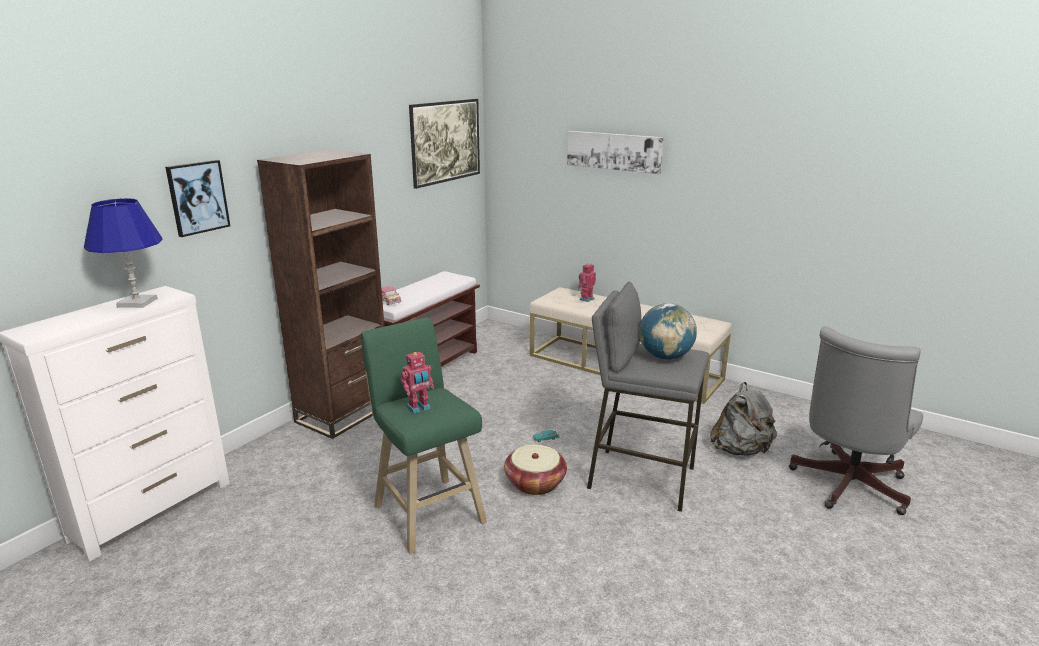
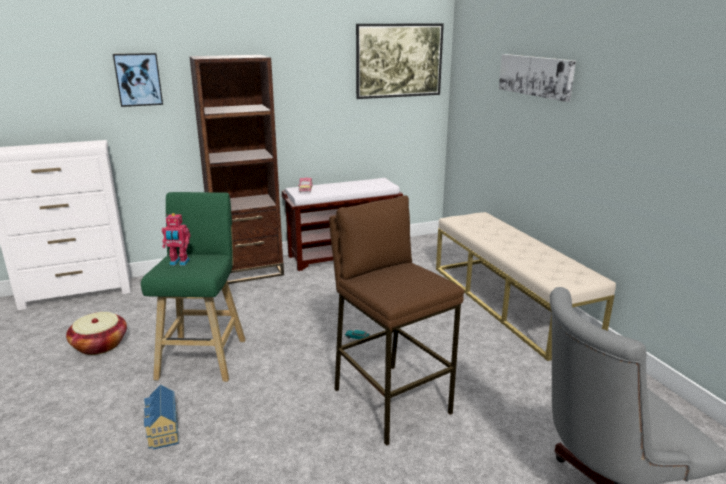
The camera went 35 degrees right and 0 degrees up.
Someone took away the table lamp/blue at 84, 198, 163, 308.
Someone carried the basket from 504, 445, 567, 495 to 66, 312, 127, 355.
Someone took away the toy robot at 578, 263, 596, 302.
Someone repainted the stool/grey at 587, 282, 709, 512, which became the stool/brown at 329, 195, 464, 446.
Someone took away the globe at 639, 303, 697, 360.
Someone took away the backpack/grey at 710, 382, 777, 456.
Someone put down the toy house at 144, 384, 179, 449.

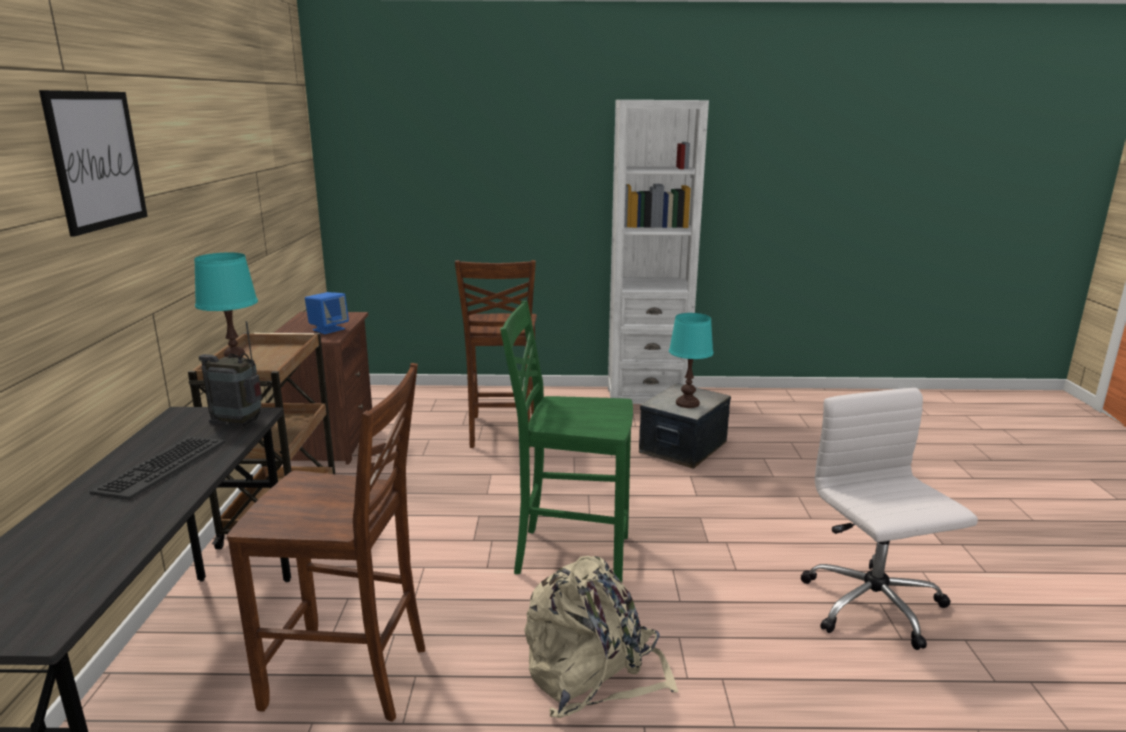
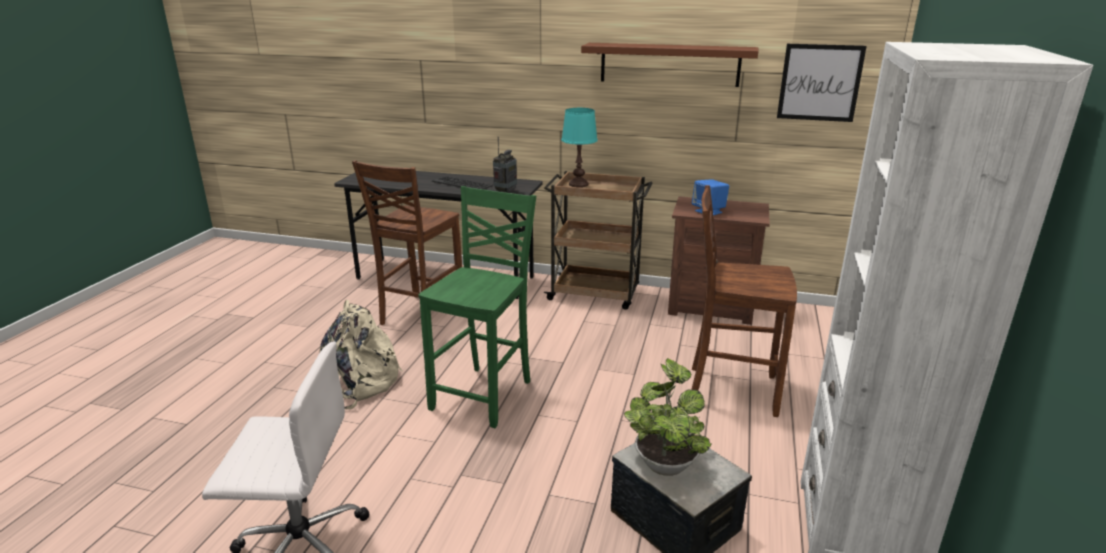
The camera went 105 degrees right and 5 degrees up.
Someone carried the picture from 39, 90, 148, 237 to 777, 44, 867, 122.
Someone swapped the table lamp/turquoise at 669, 313, 713, 408 for the potted plant at 624, 358, 712, 476.
Someone put up the shelf/brown at 581, 43, 758, 87.

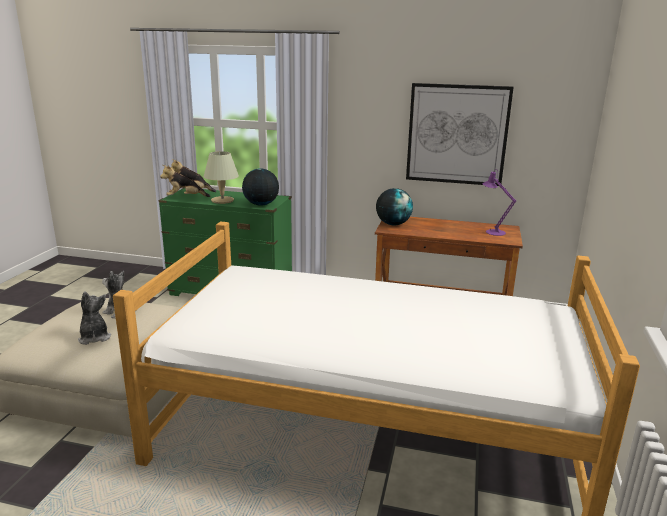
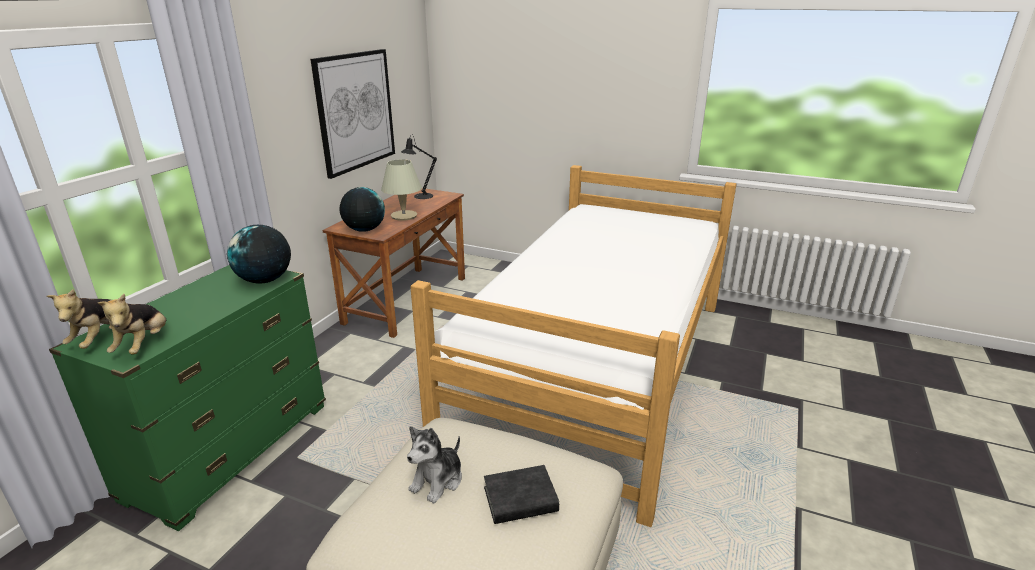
The camera went 80 degrees left and 5 degrees up.
Someone swapped the plush toy at 78, 291, 111, 345 for the book/black at 484, 465, 559, 524.
Someone carried the table lamp/beige from 204, 151, 239, 204 to 381, 159, 422, 221.
Someone repainted the table lamp/purple at 483, 169, 516, 236, which became the table lamp/black at 401, 134, 437, 199.

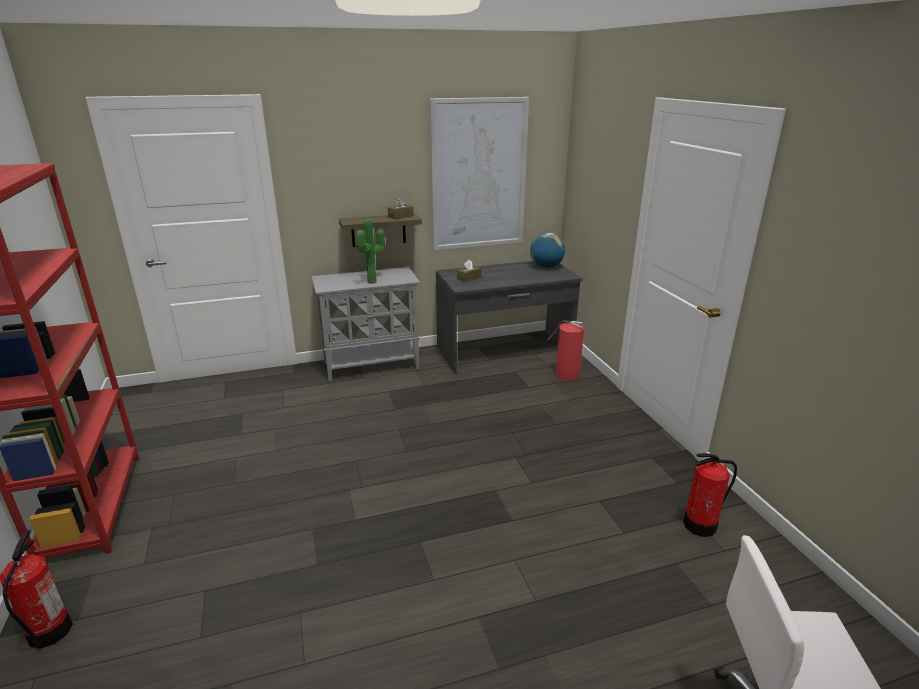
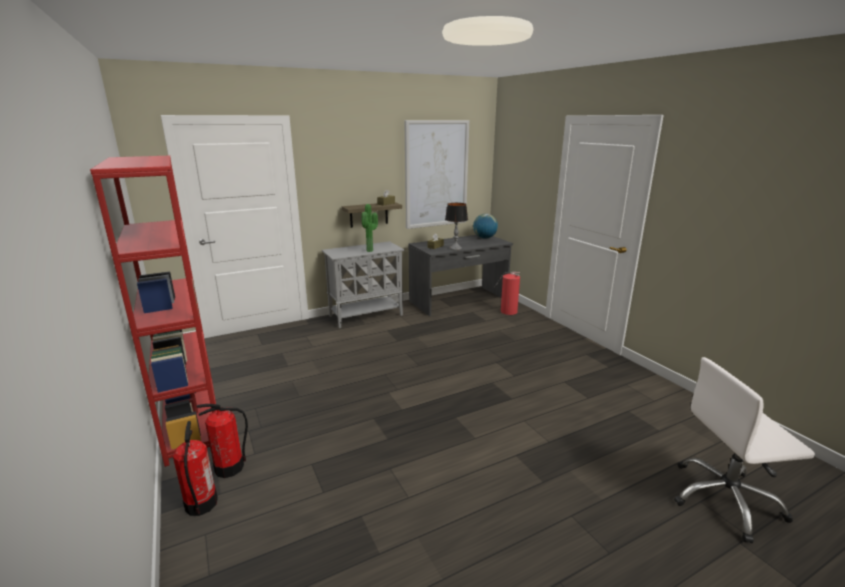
The camera went 10 degrees left and 5 degrees down.
Someone carried the fire extinguisher from 683, 453, 737, 537 to 196, 404, 248, 478.
Someone put down the table lamp at 445, 203, 468, 250.

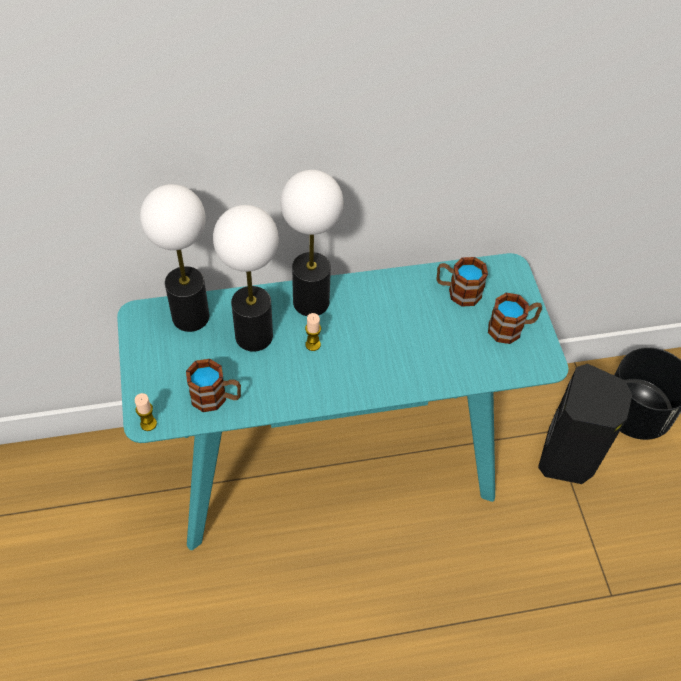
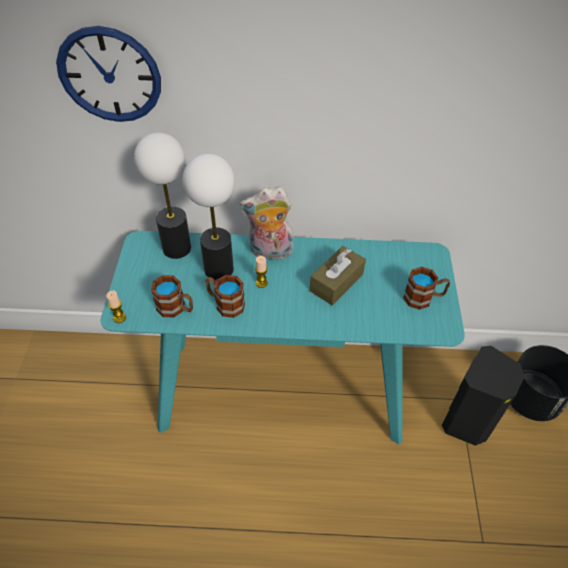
The camera went 15 degrees right and 5 degrees down.
Someone swapped the table lamp at 280, 170, 343, 316 for the plush toy at 240, 187, 293, 260.
Someone carried the mug from 437, 257, 488, 307 to 205, 275, 245, 318.
Someone put up the wall clock at 56, 26, 161, 122.
Someone put down the tissue box/brown at 310, 246, 366, 305.

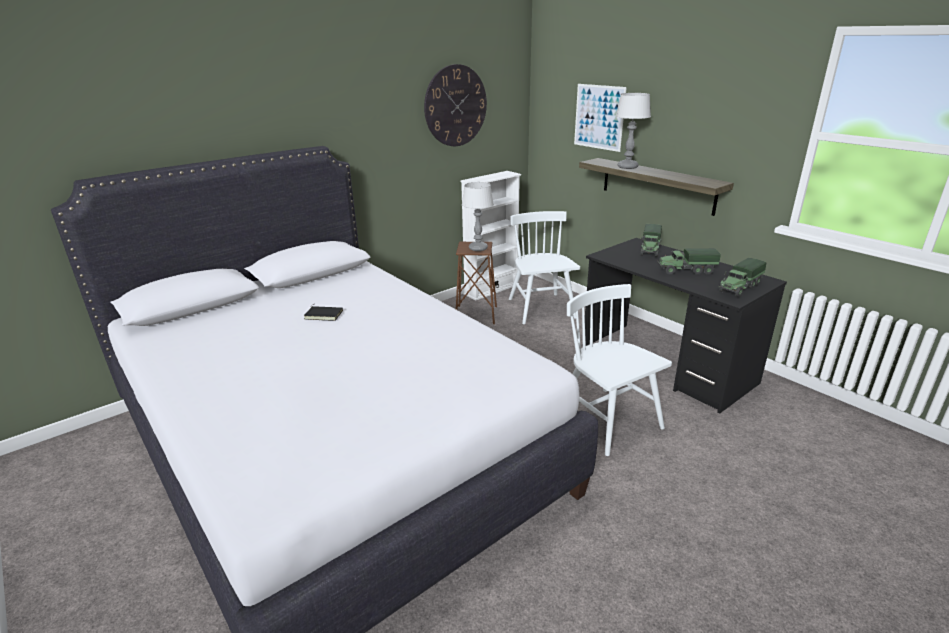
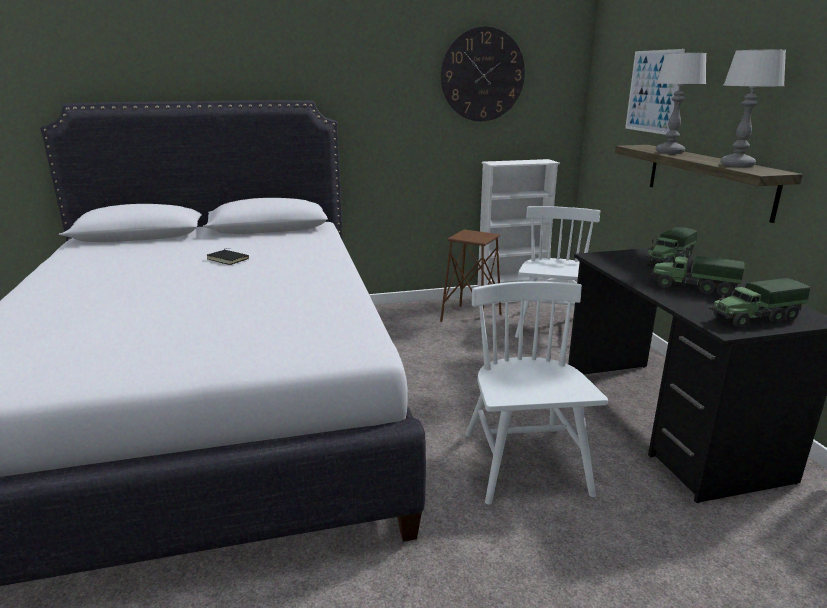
The camera went 25 degrees right and 5 degrees down.
Someone carried the table lamp from 462, 182, 494, 251 to 720, 50, 786, 168.

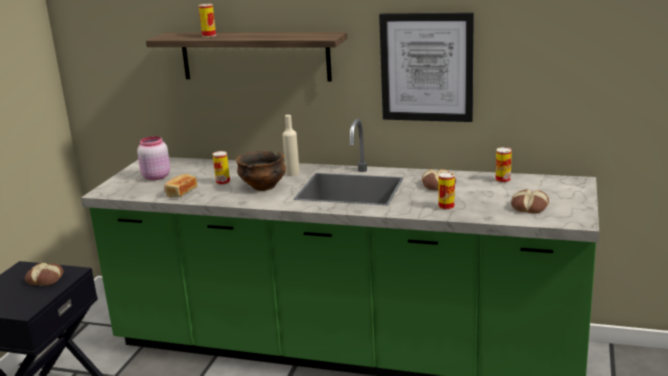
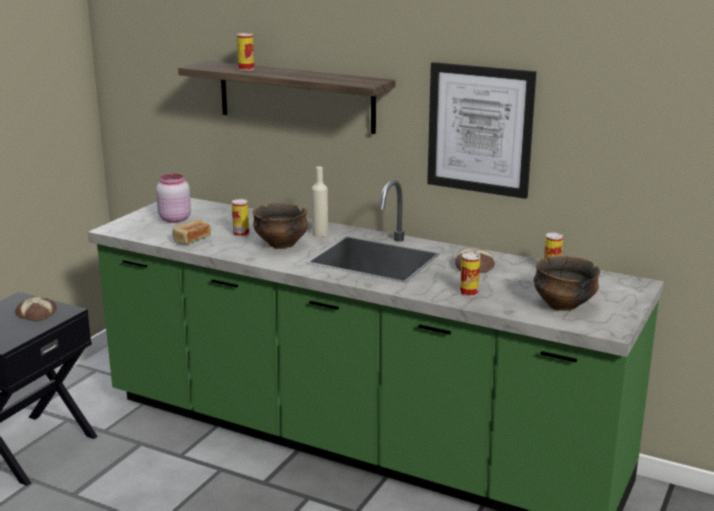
The camera went 10 degrees right and 0 degrees up.
Someone swapped the bread at 511, 189, 549, 214 for the bowl at 533, 256, 600, 311.

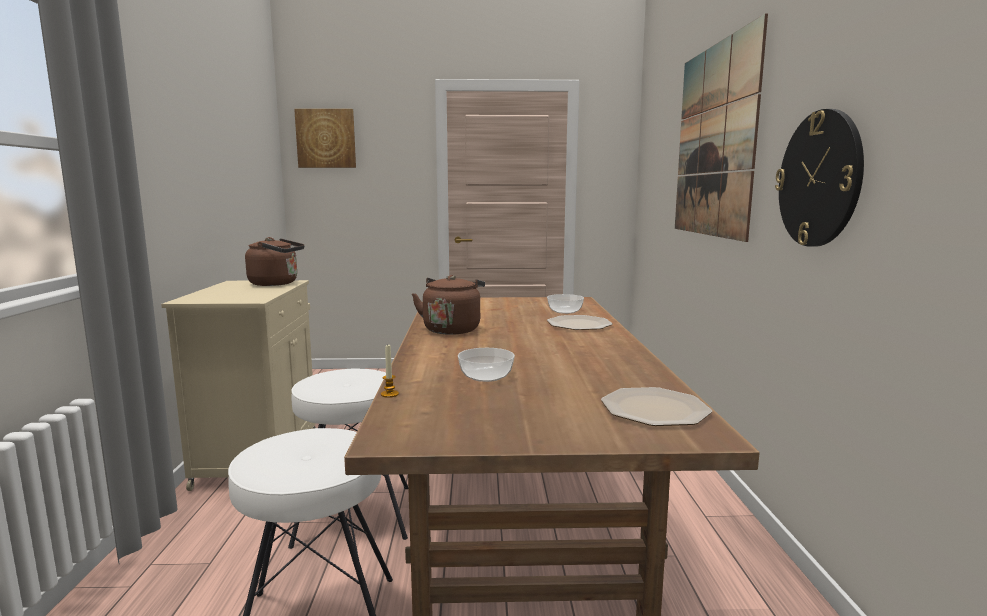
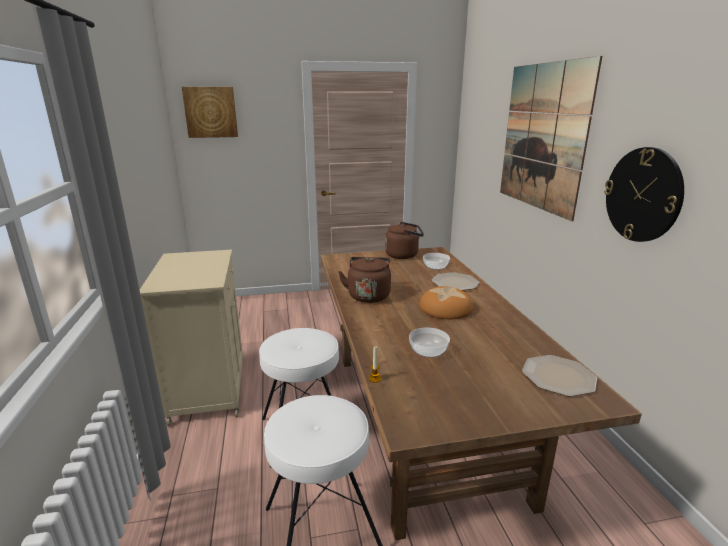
The camera went 10 degrees left and 10 degrees up.
Someone carried the kettle/brown from 245, 237, 305, 286 to 385, 222, 424, 259.
Someone put down the bread at 419, 286, 473, 319.

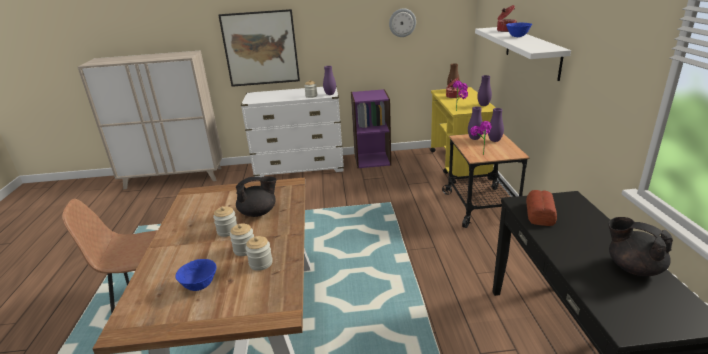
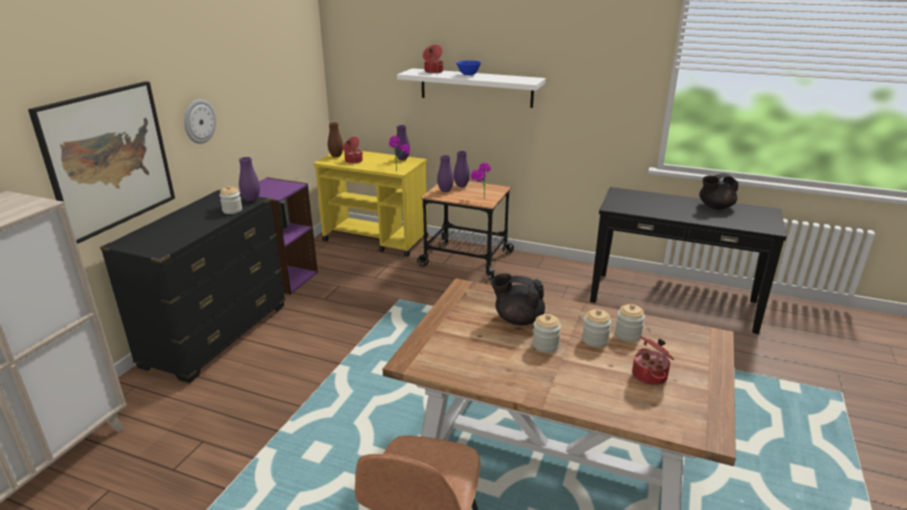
The camera went 65 degrees left and 0 degrees up.
Someone swapped the bowl/blue at 175, 259, 216, 291 for the cooking pot at 632, 336, 674, 385.
Someone rotated the teapot/black at 236, 176, 277, 217 by 75 degrees counterclockwise.
Someone repainted the dresser/white at 241, 85, 344, 177, which became the dresser/black at 100, 190, 286, 383.
Someone carried the wall clock from 389, 8, 416, 37 to 184, 99, 216, 144.
Someone took away the bread at 526, 190, 557, 226.

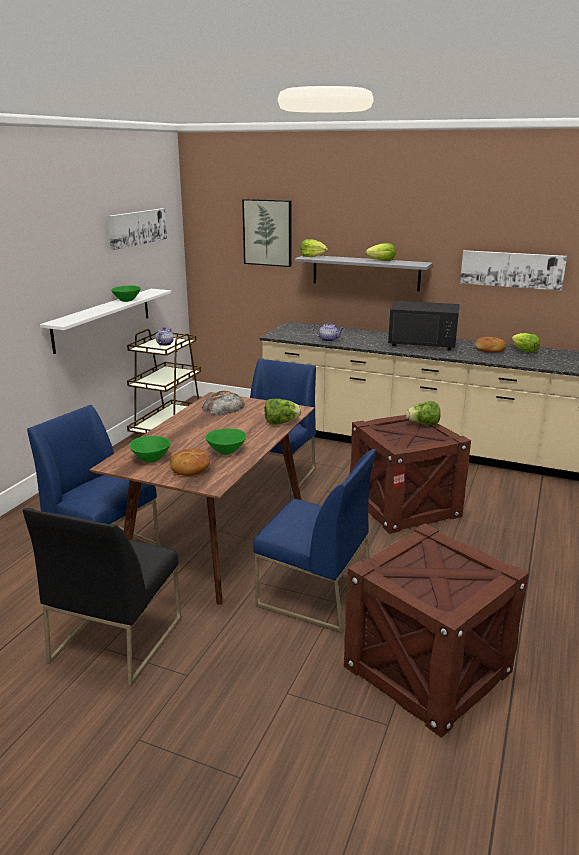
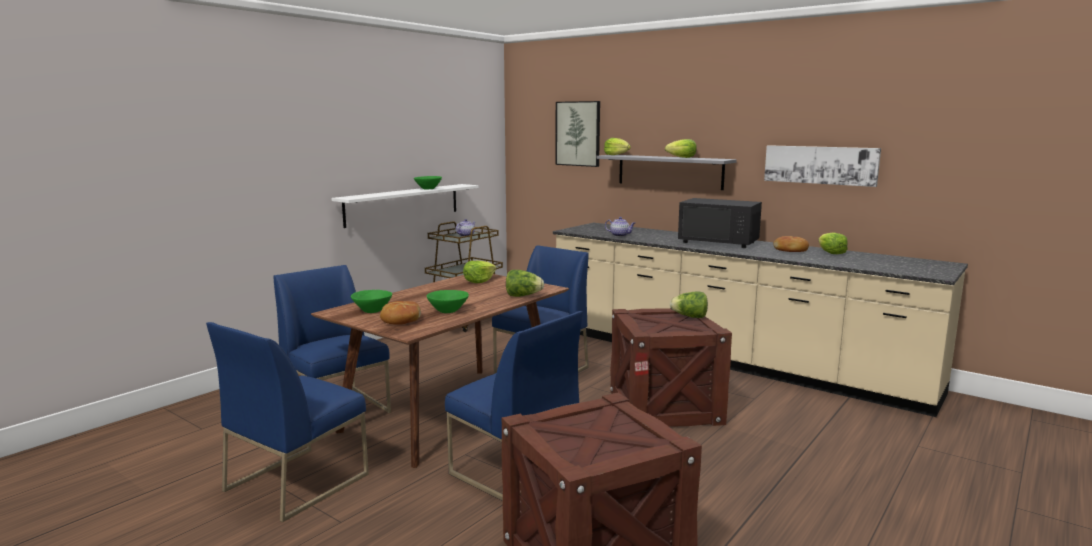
The camera went 15 degrees right and 10 degrees down.
Someone repainted the chair/black at 23, 508, 181, 686, which became the chair/blue at 206, 322, 369, 522.
Someone took away the picture at 107, 208, 167, 250.
Someone swapped the bread at 202, 391, 245, 415 for the lettuce at 463, 261, 496, 283.

